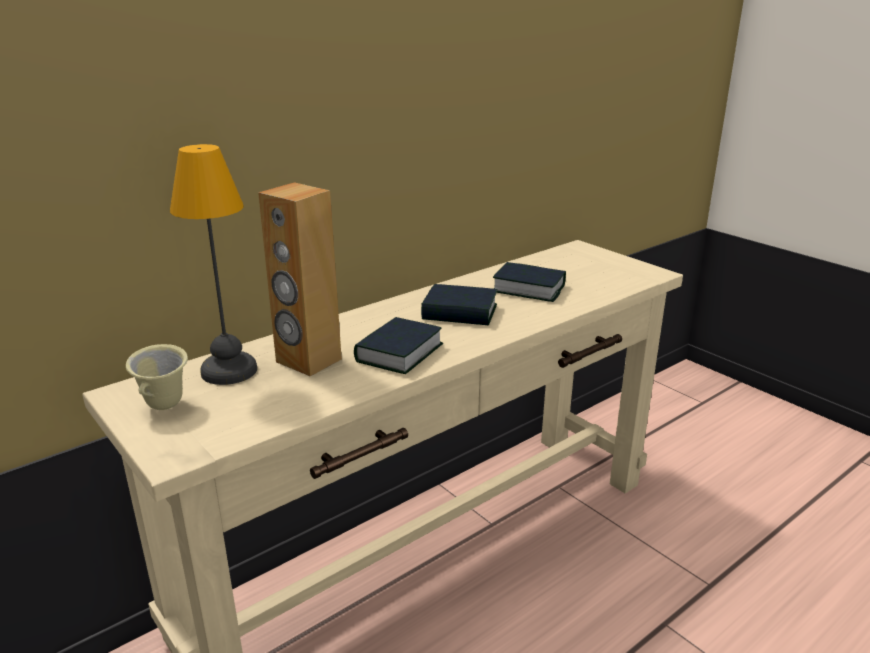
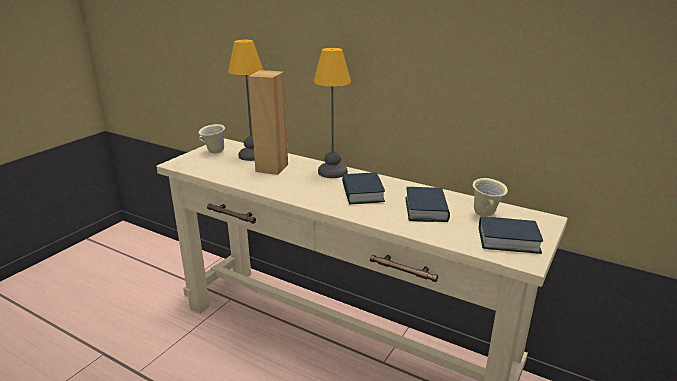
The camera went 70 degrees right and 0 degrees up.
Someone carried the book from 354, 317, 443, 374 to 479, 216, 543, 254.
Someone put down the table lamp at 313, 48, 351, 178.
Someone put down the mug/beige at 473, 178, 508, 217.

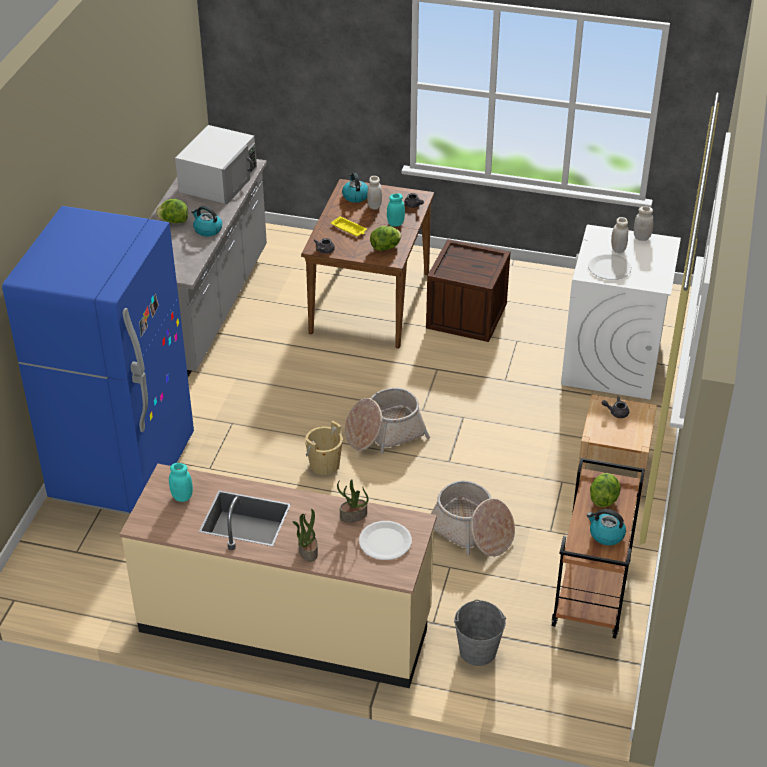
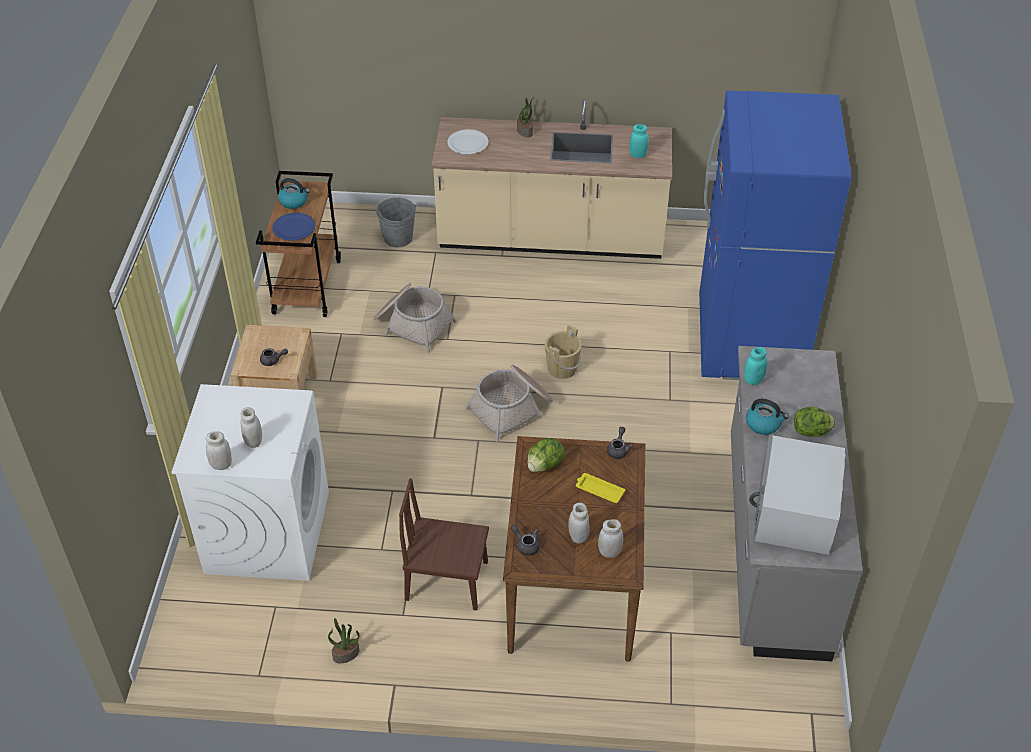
The camera went 170 degrees right and 5 degrees up.
Someone carried the potted plant from 337, 479, 369, 522 to 328, 618, 359, 664.
Someone swapped the kettle at 342, 173, 368, 203 for the jar/white at 598, 519, 623, 558.
Someone carried the jar/turquoise from 387, 193, 405, 227 to 744, 347, 767, 385.
Someone swapped the crate at 426, 239, 510, 342 for the chair/brown at 399, 478, 489, 610.
Someone took away the plate/white at 588, 254, 632, 280.
Someone swapped the lettuce at 590, 473, 621, 507 for the plate/blue at 272, 213, 315, 241.

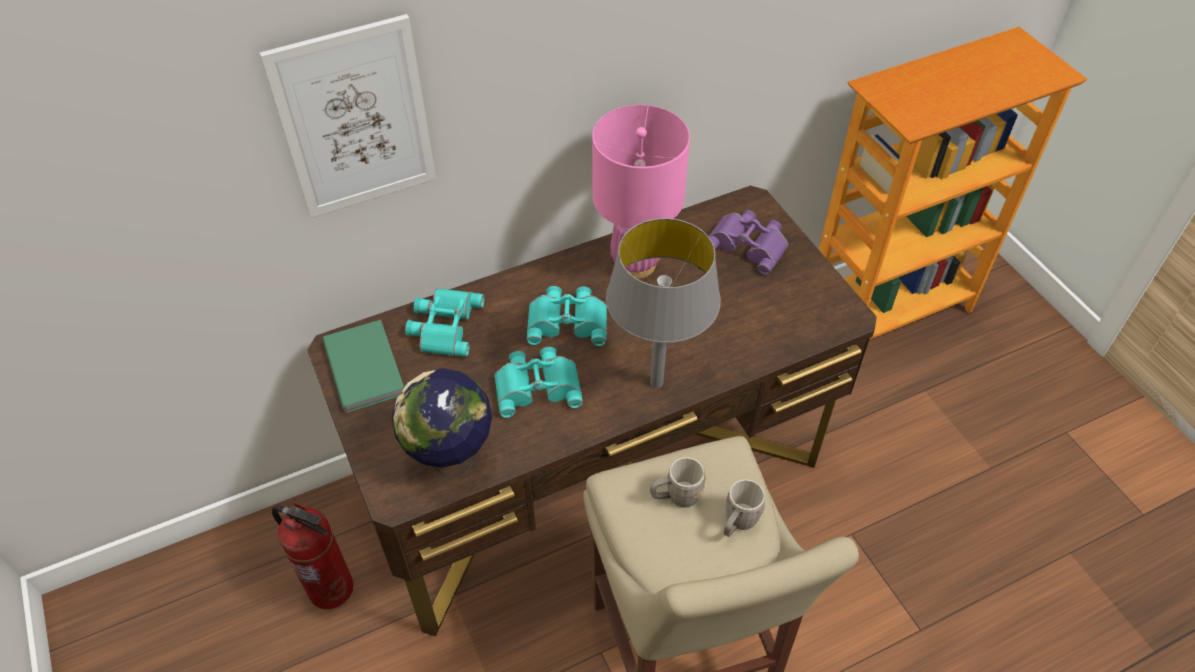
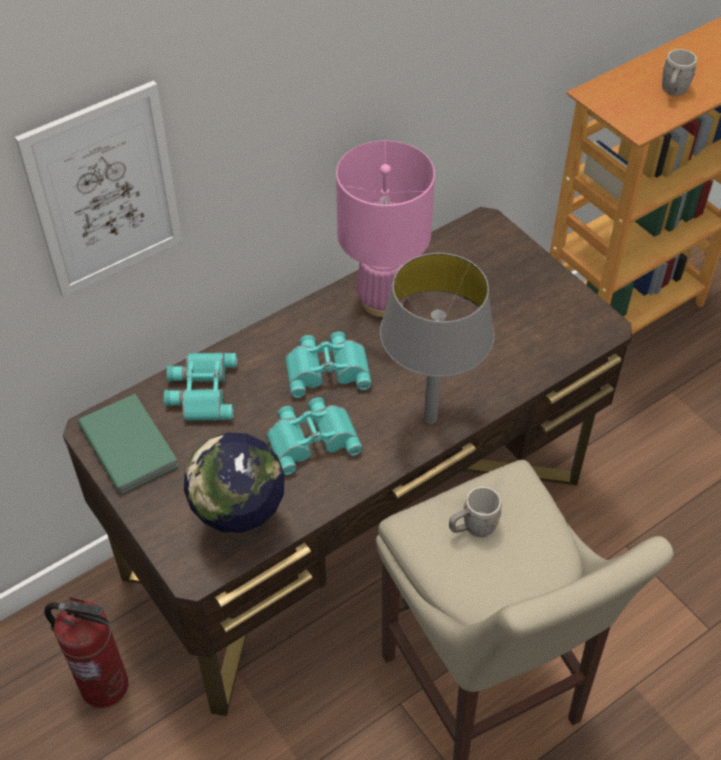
The camera went 10 degrees left and 0 degrees up.
Someone took away the binoculars/purple at 709, 210, 788, 275.
Someone carried the mug/grey from 724, 479, 765, 537 to 662, 49, 697, 95.

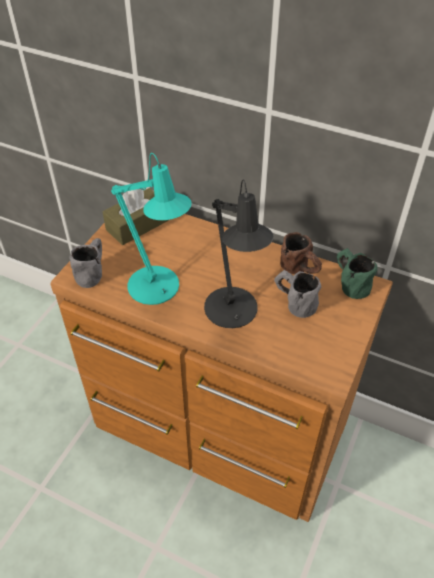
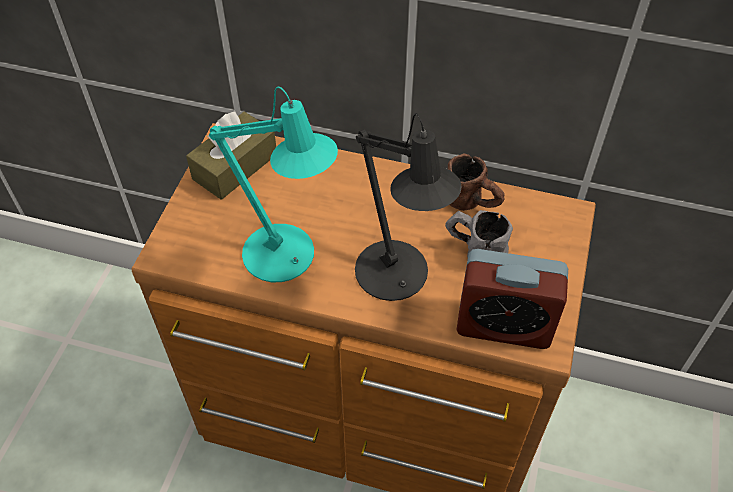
The camera went 10 degrees left and 5 degrees up.
Someone took away the mug/grey at 69, 238, 102, 288.
Someone took away the mug/green at 337, 248, 377, 299.
Someone put down the alarm clock at 456, 249, 568, 349.

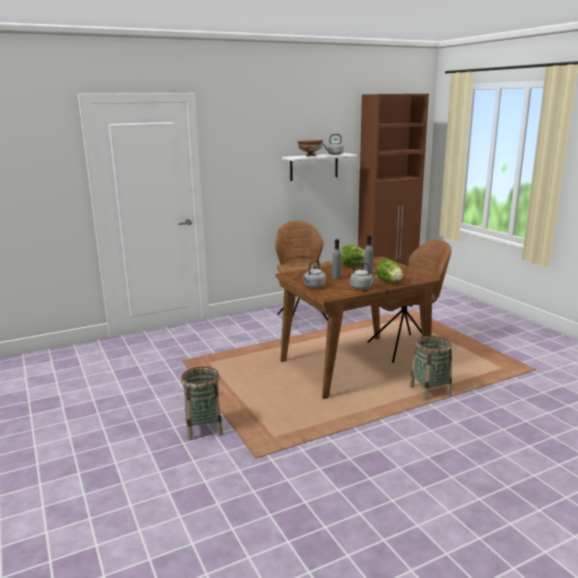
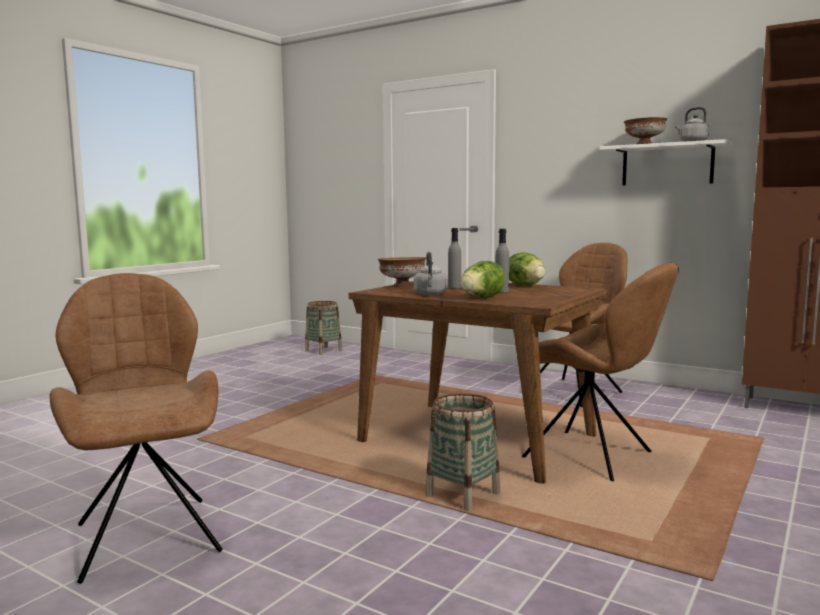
The camera went 60 degrees right and 10 degrees down.
Someone carried the basket from 181, 367, 223, 440 to 305, 301, 342, 355.
Someone swapped the kettle/grey at 302, 259, 326, 288 for the bowl/brown at 378, 257, 426, 287.
Someone put down the chair/brown at 49, 273, 223, 584.

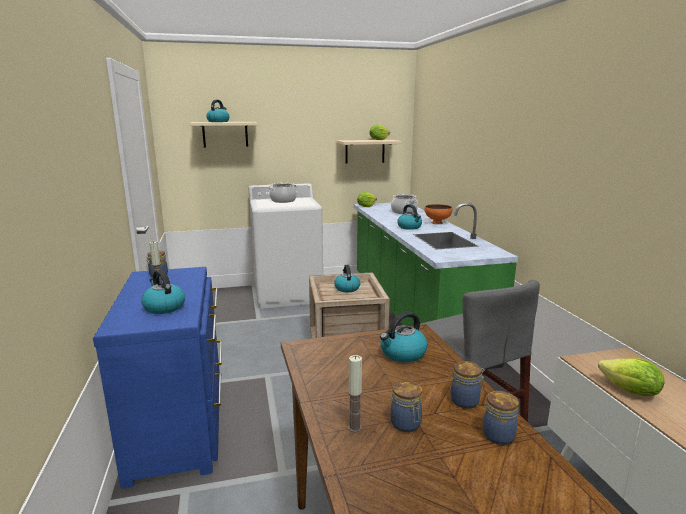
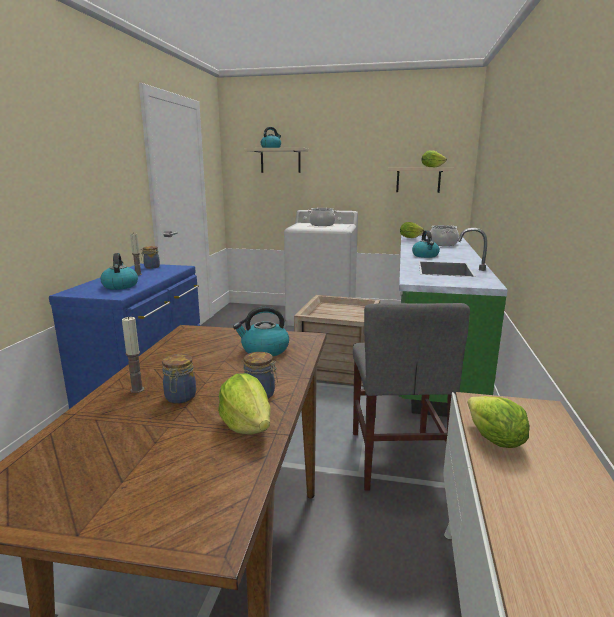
The camera went 25 degrees right and 0 degrees up.
Someone took away the kettle at 334, 265, 360, 292.
Someone took away the bowl/orange at 425, 204, 452, 224.
Someone swapped the jar at 483, 391, 519, 445 for the lettuce at 218, 373, 271, 435.

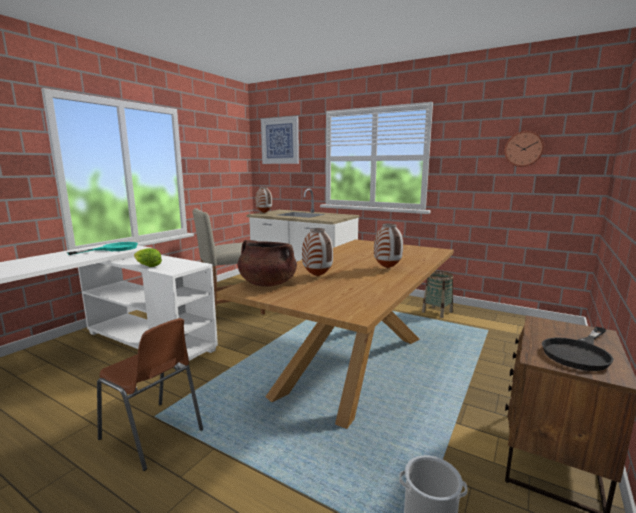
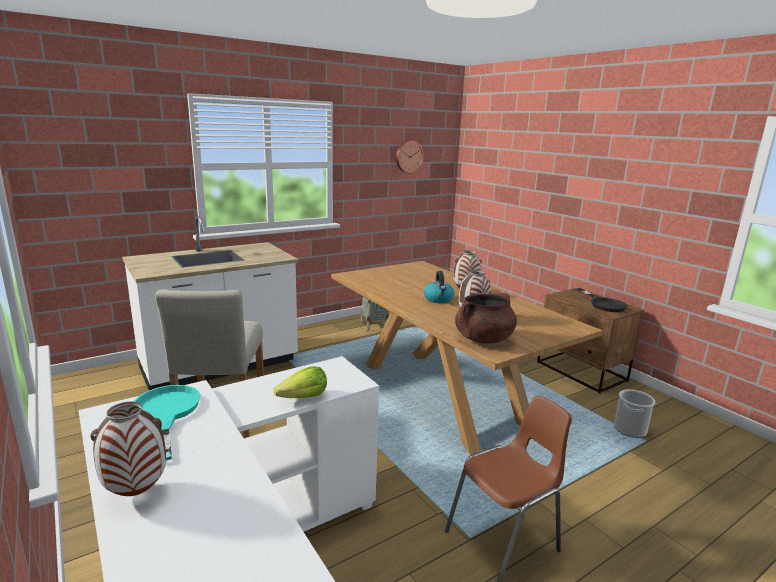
The camera went 65 degrees left and 5 degrees up.
Someone carried the vase from 255, 187, 272, 213 to 90, 402, 166, 496.
Someone took away the picture at 261, 116, 299, 164.
Someone put down the kettle at 424, 271, 455, 303.

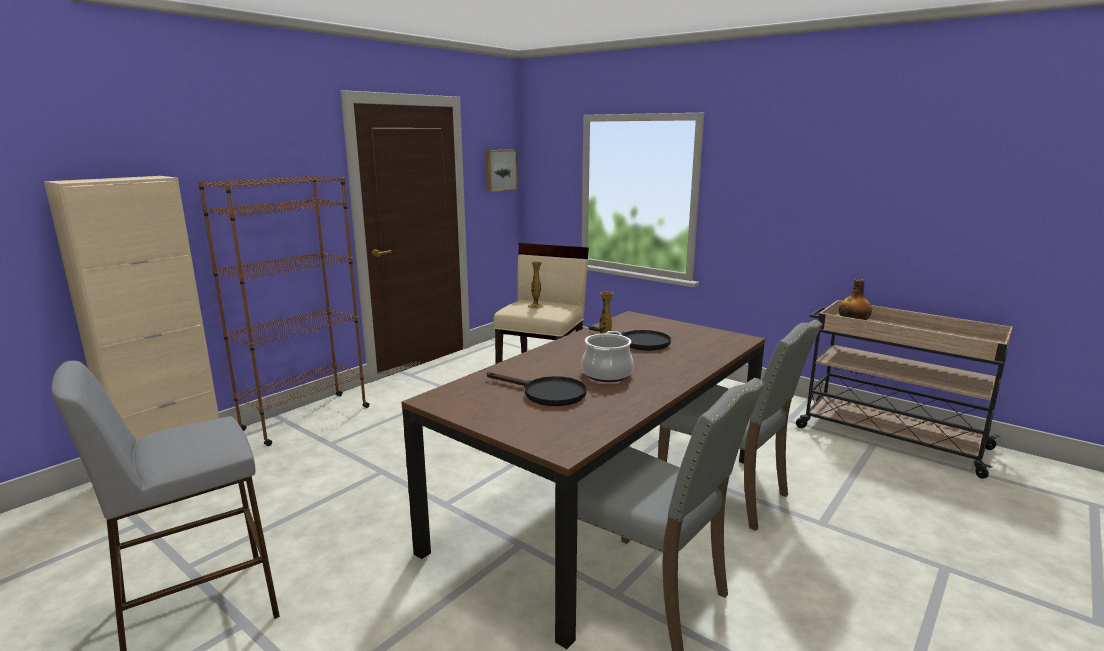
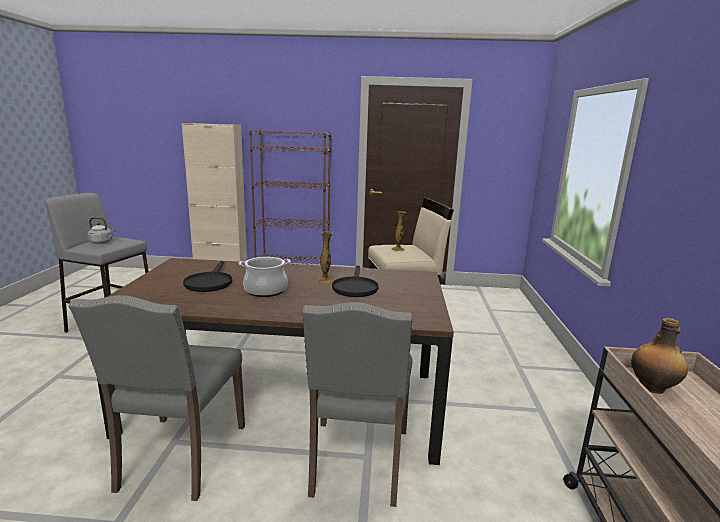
The camera went 55 degrees right and 0 degrees up.
Someone took away the picture at 486, 149, 517, 192.
Someone put down the kettle/grey at 88, 217, 116, 244.

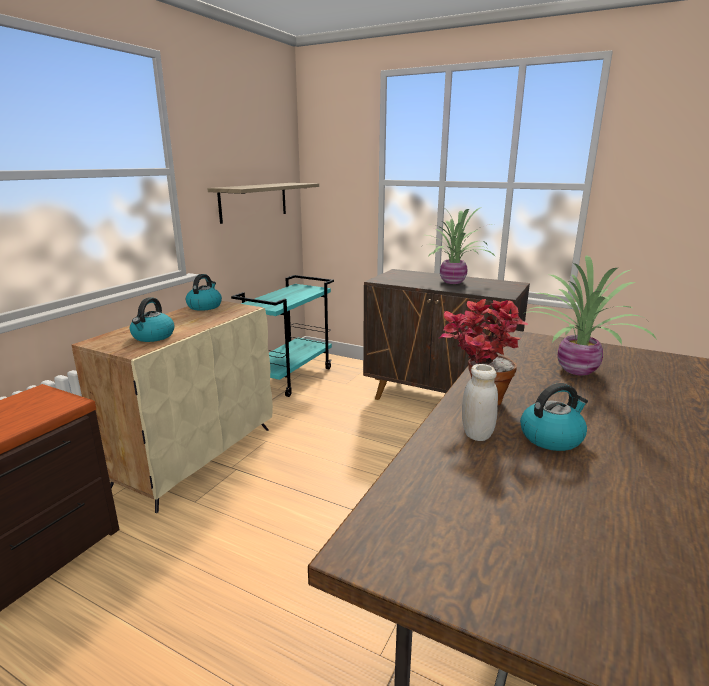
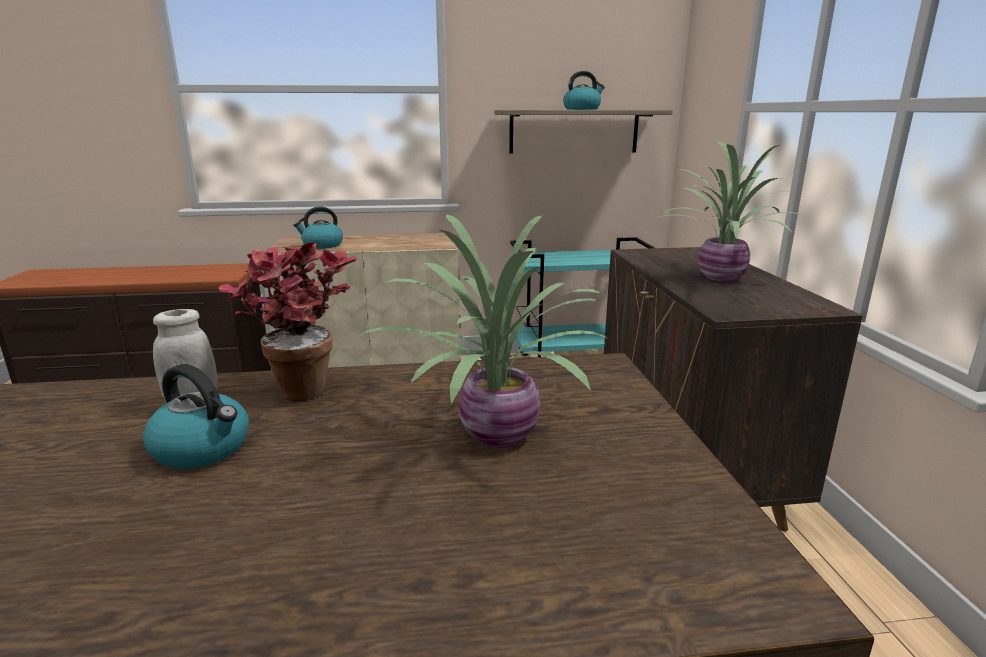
The camera went 55 degrees right and 0 degrees up.
Someone carried the kettle from 186, 274, 222, 311 to 563, 71, 605, 110.

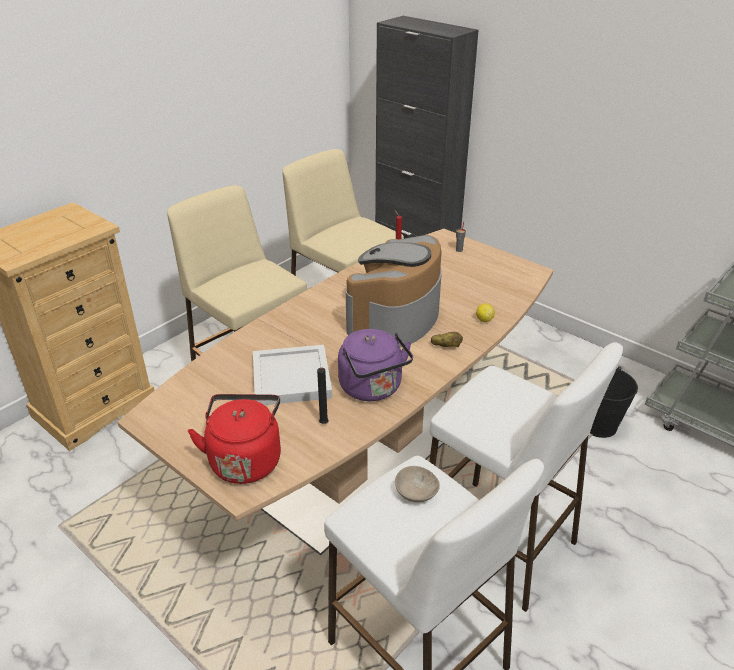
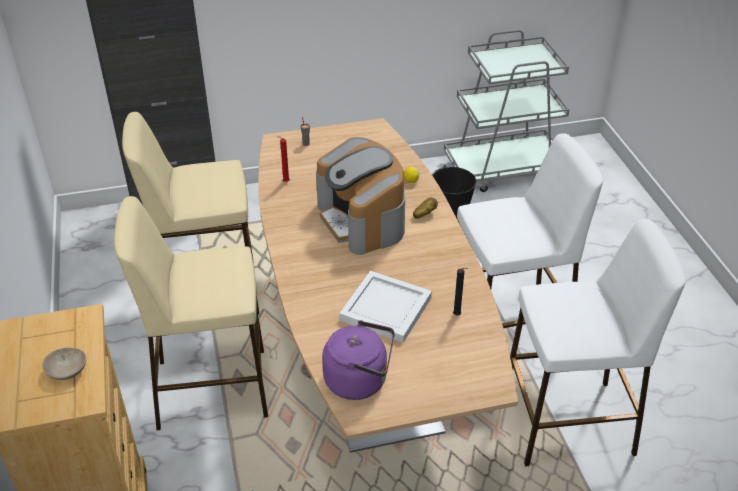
The camera went 55 degrees left and 5 degrees up.
Someone took away the kettle/red at 188, 394, 281, 484.
Someone carried the kettle/purple from 338, 329, 413, 401 to 322, 320, 395, 400.
Someone carried the bowl/beige from 395, 466, 440, 502 to 42, 348, 86, 380.

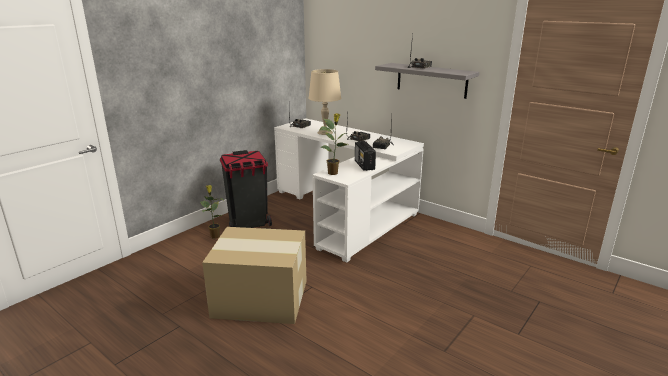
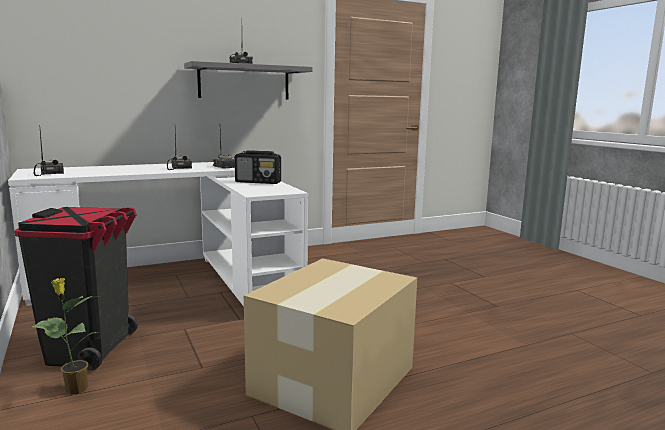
The camera went 65 degrees left and 10 degrees down.
Someone took away the table lamp/beige at 308, 69, 341, 135.
Someone took away the potted plant at 319, 113, 348, 175.

